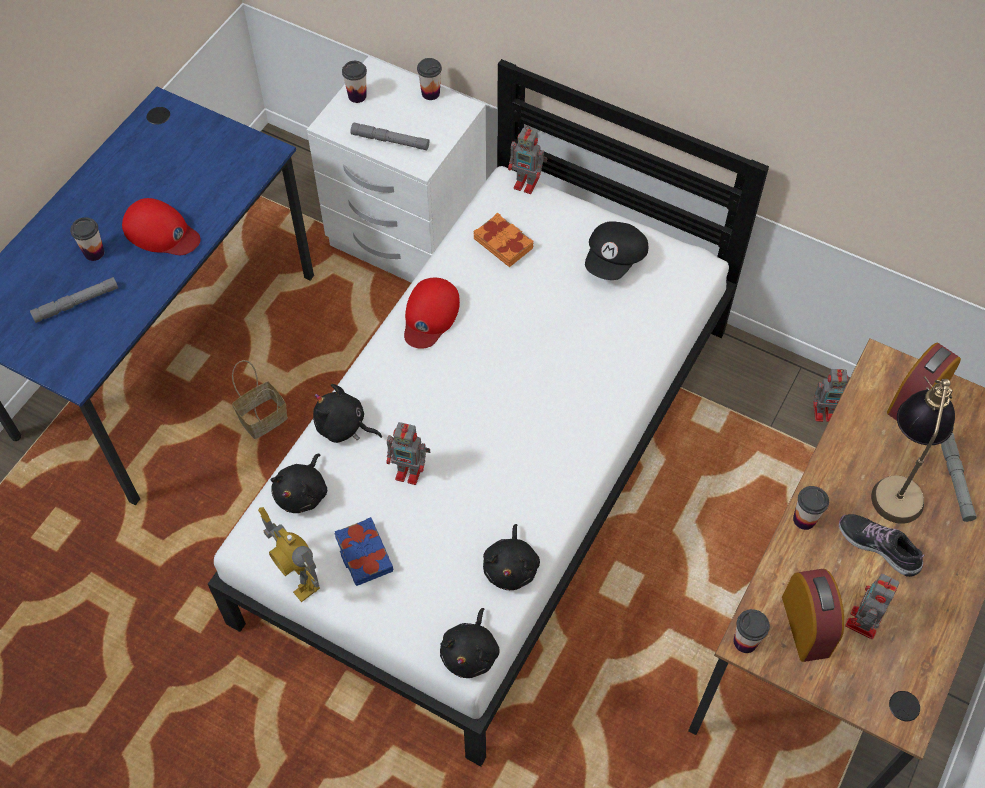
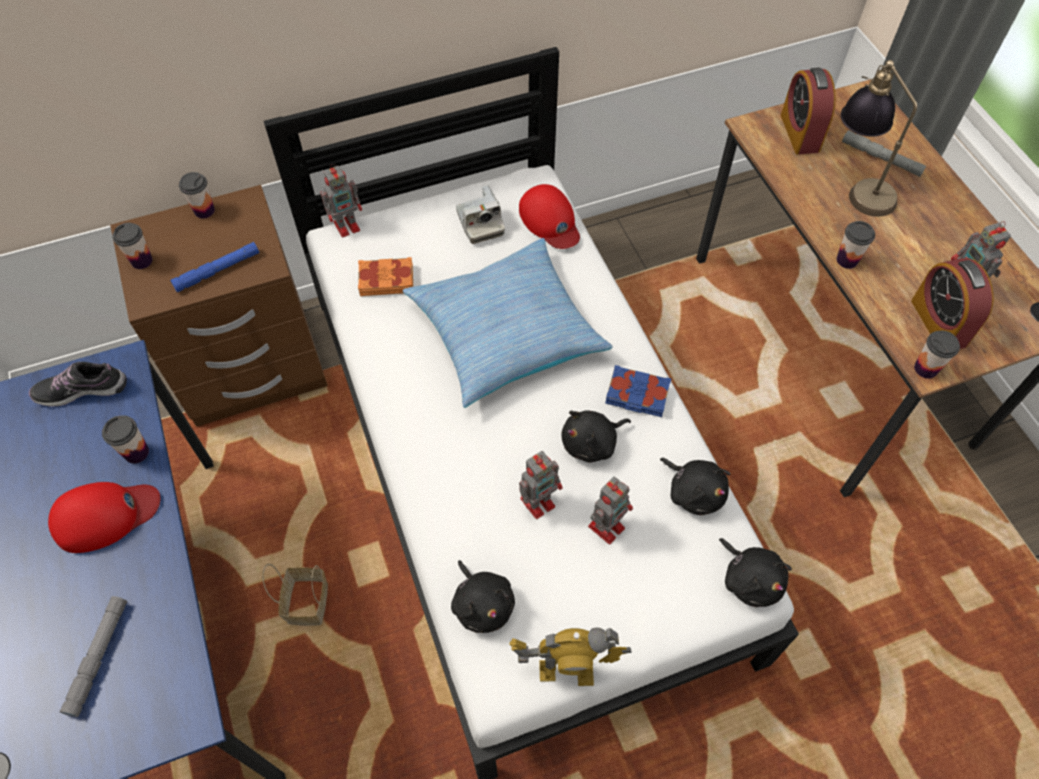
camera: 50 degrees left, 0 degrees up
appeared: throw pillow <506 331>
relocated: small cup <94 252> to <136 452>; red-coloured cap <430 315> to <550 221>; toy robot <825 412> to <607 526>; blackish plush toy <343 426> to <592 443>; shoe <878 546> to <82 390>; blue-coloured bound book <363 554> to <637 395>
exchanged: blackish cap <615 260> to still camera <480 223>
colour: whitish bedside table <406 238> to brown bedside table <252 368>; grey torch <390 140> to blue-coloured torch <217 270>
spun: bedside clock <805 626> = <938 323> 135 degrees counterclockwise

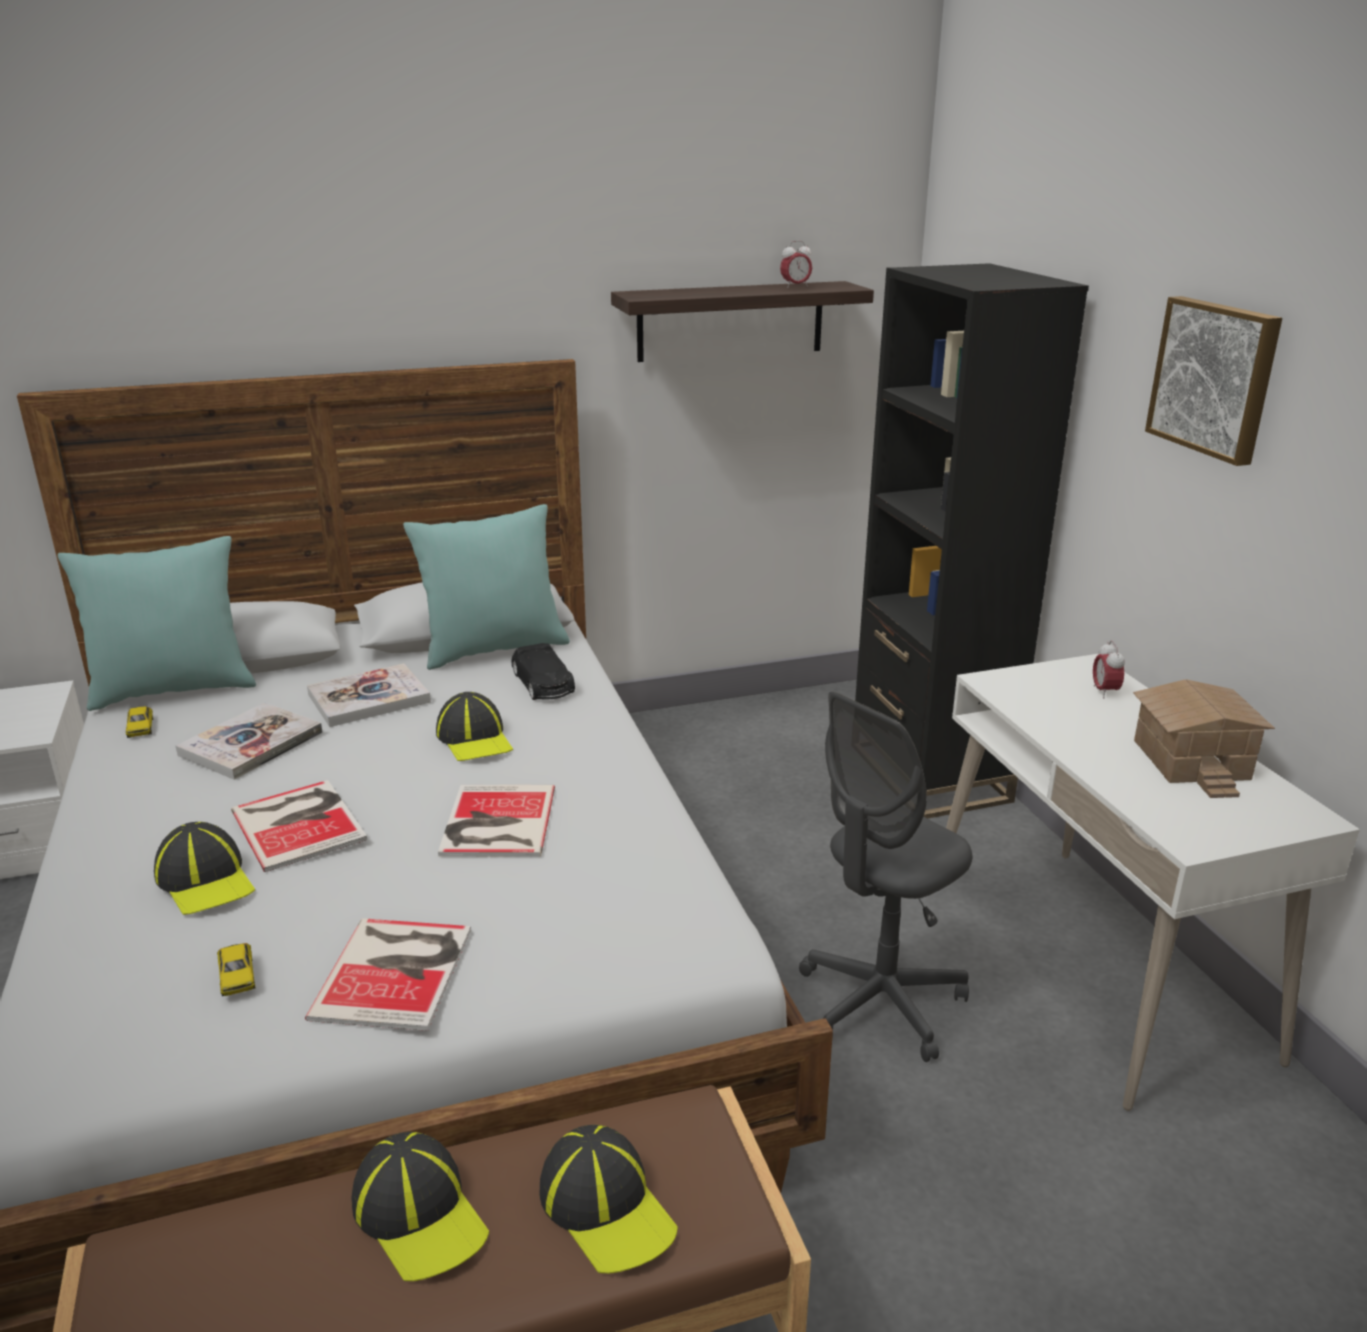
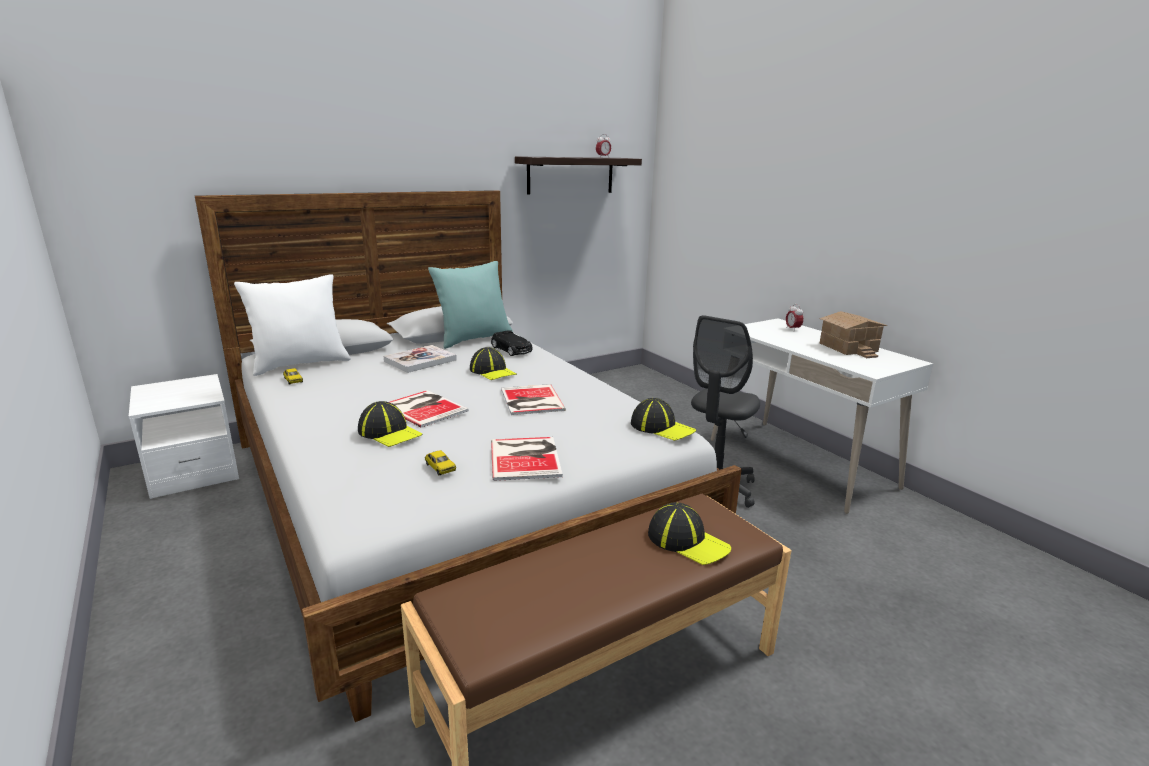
camera: 15 degrees left, 5 degrees down
missing: blackish bookcase <928 773>; wall art <1215 378>; bound book <251 744>
relocated: cap <420 1214> to <662 428>
colour: turquoise-coloured throw pillow <174 689> to whitish throw pillow <300 364>

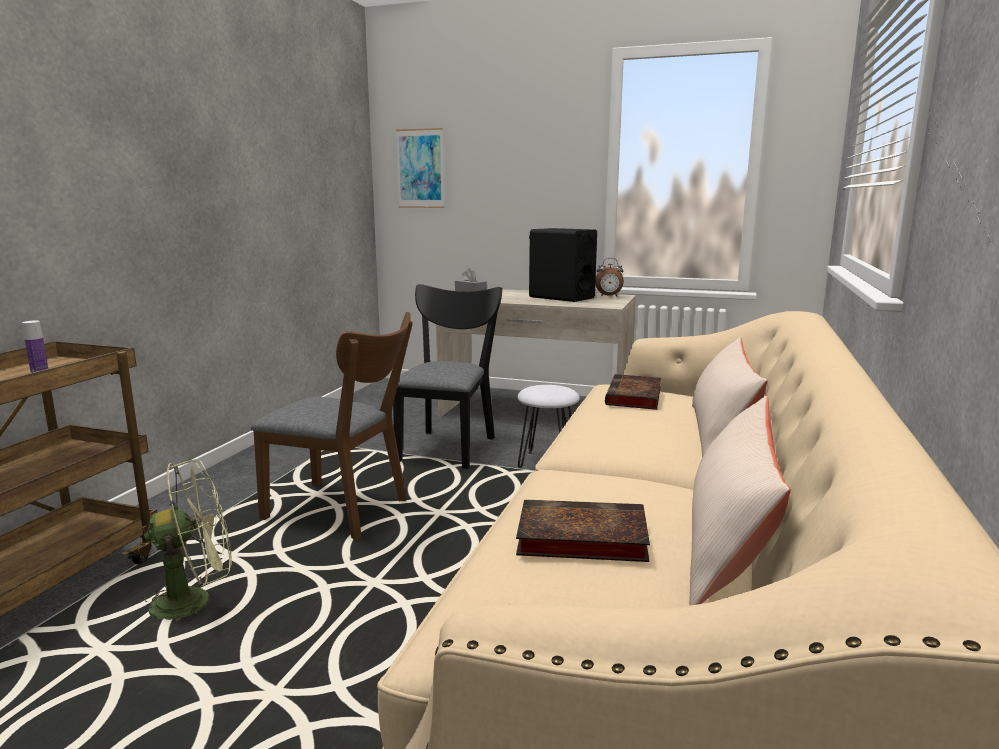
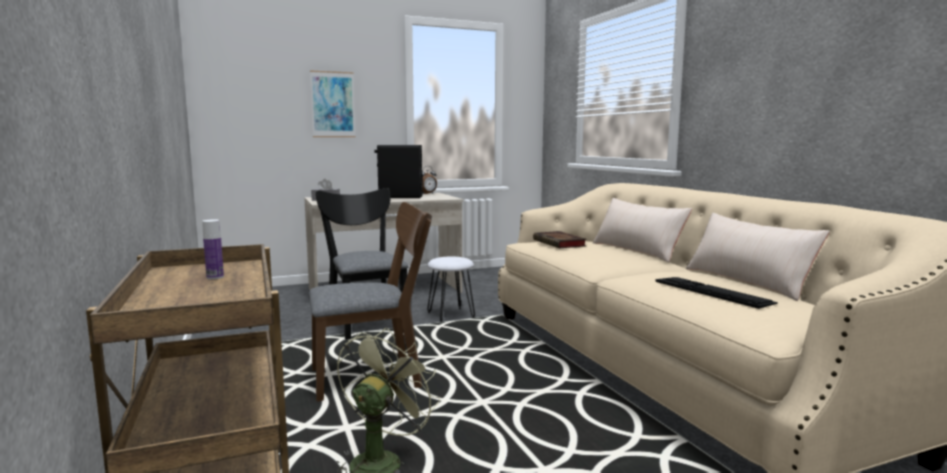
camera: 40 degrees left, 5 degrees down
relocated: wall art <420 168> to <333 104>
exchanged: bound book <578 538> to computer keyboard <712 291>

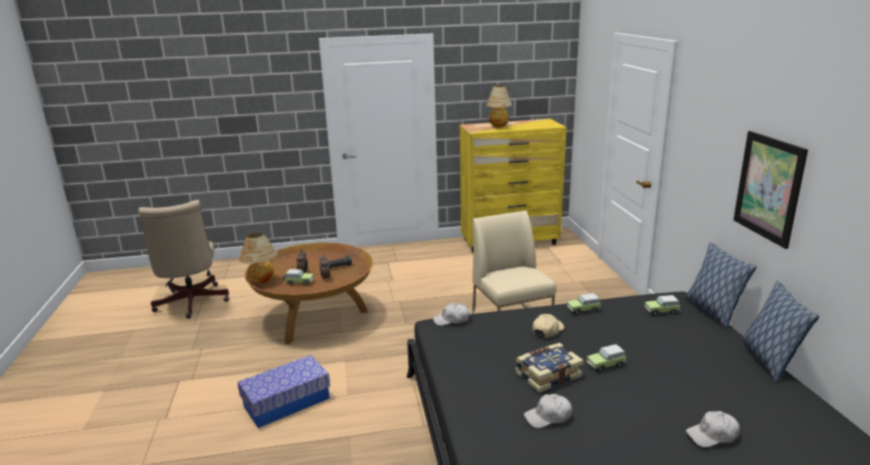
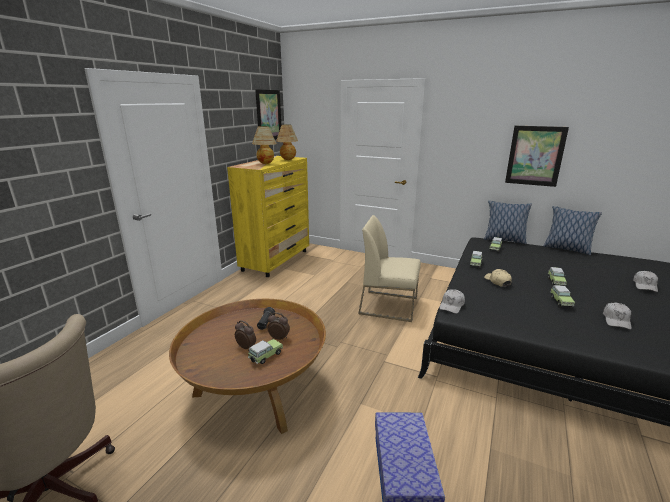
camera: 55 degrees left, 0 degrees up
appeared: wall art <268 115>
relocated: table lamp <261 282> to <288 160>
exchanged: bound book <547 374> to toy car <560 301>

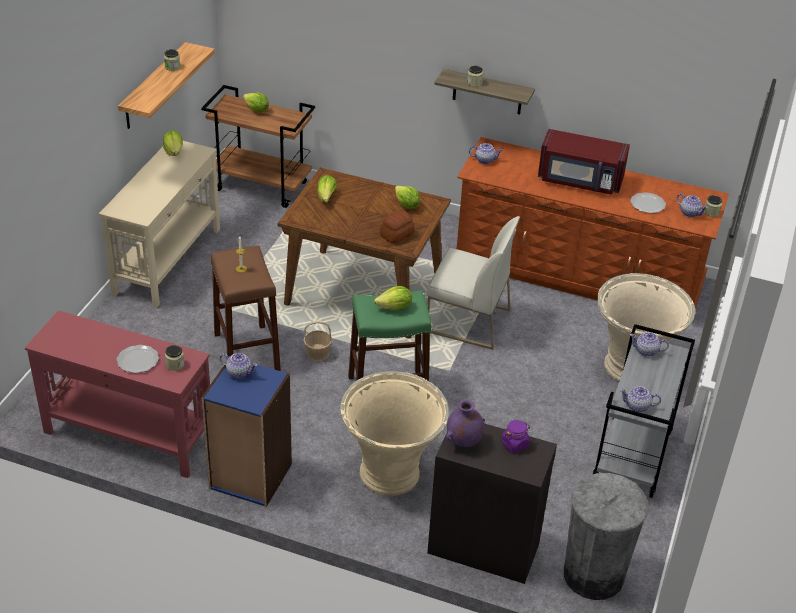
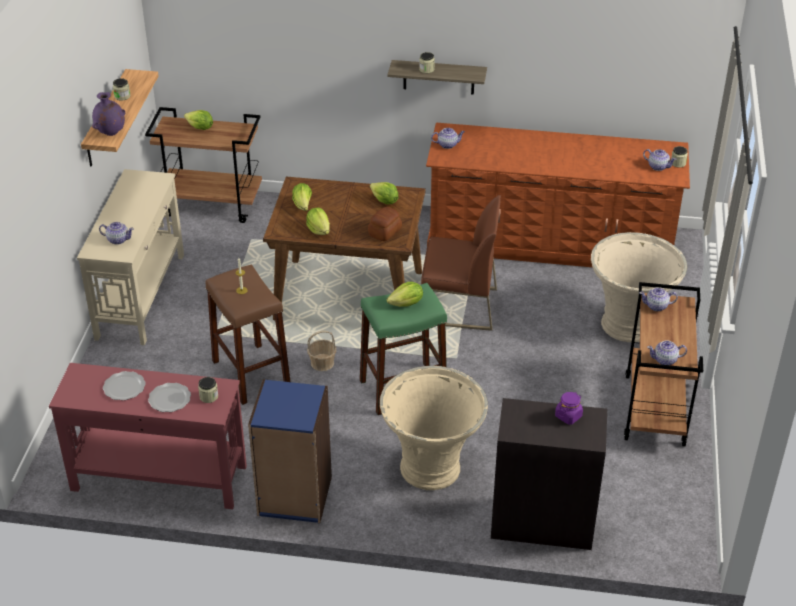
camera: 10 degrees left, 0 degrees up
missing: red-coloured microwave <580 181>; grey waste bin <593 575>
relocated: lettuce head <174 152> to <319 230>; plate <648 204> to <124 387>; tea pot <239 372> to <118 239>; purple-coloured flower vase <463 442> to <111 133>
colour: whitish chair <467 321> to brown chair <459 307>; grey trolley <633 457> to brown trolley <655 411>

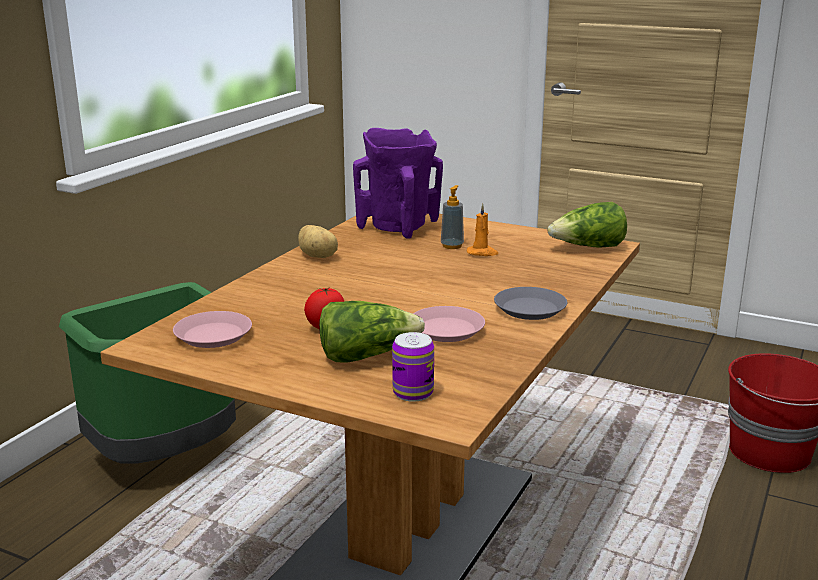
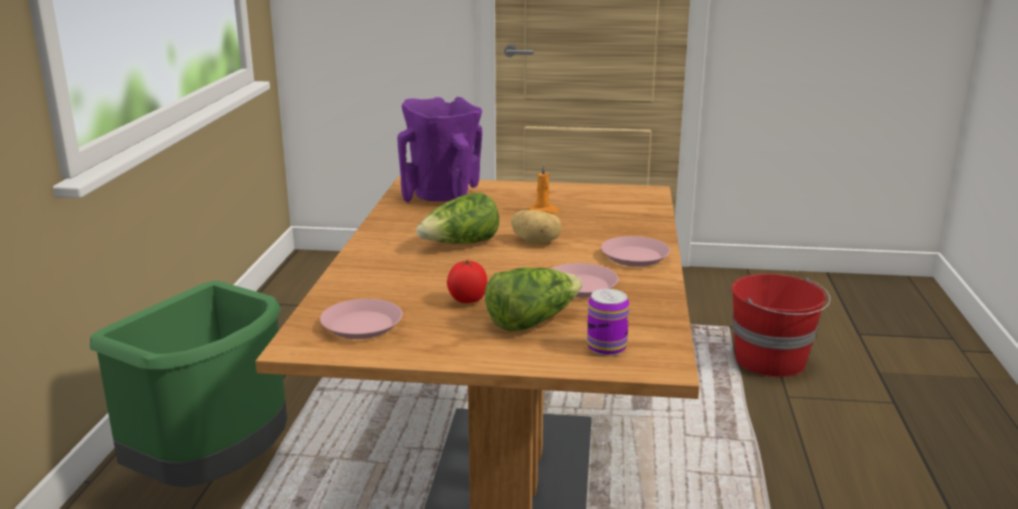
camera: 20 degrees left, 0 degrees up
missing: liquid soap bottle <452 246>
relocated: lettuce head <588 248> to <460 244>; spud <318 256> to <536 241>
colour: grey plate <529 309> to pink-coloured plate <634 257>

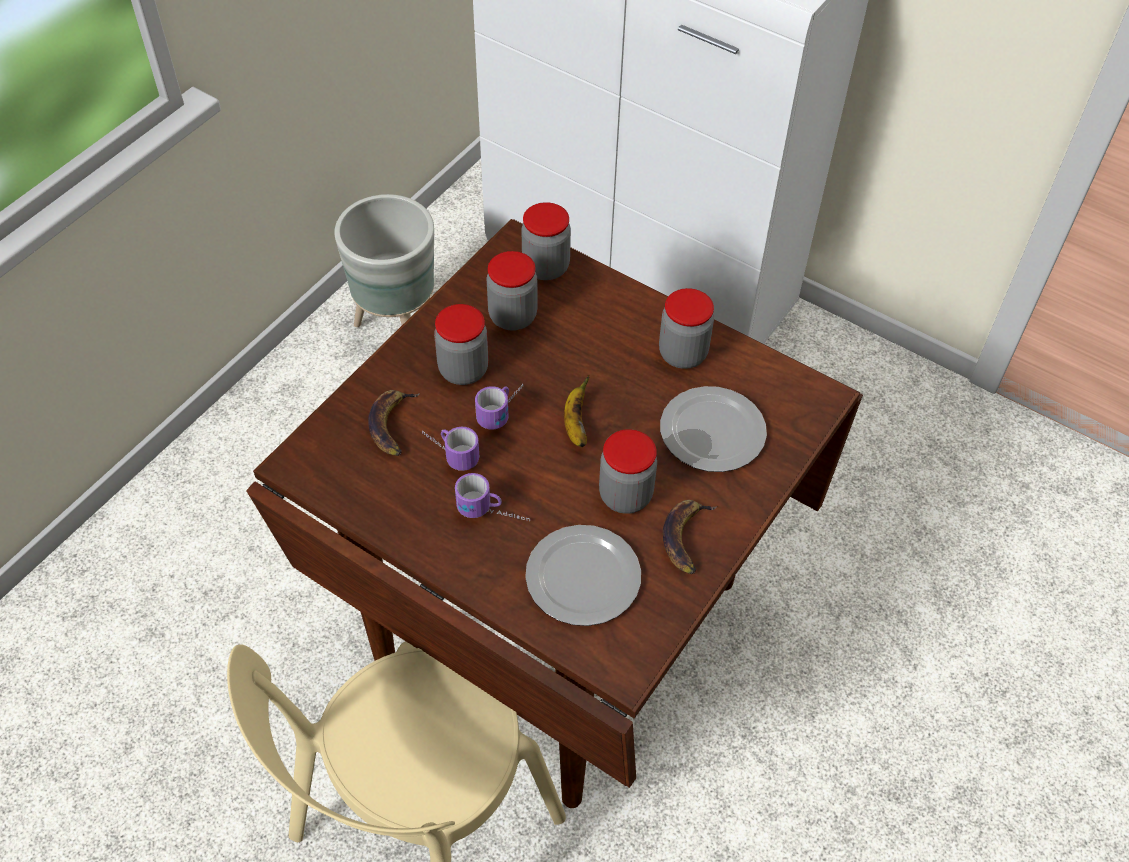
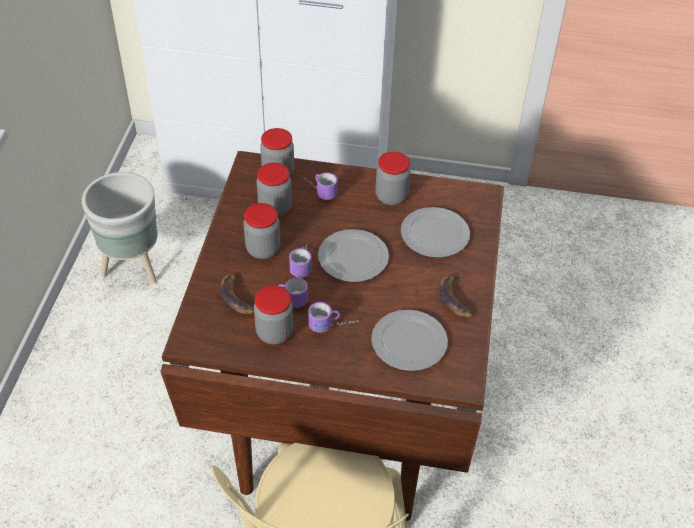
camera: 25 degrees left, 5 degrees down
appeared: tea mug <319 191>
relocated: preserve jar <625 495> to <274 333>
exchanged: whole banana <575 424> to plate <352 257>

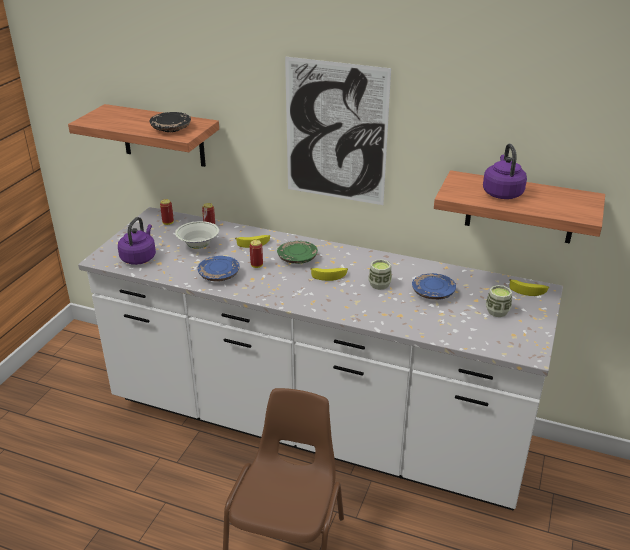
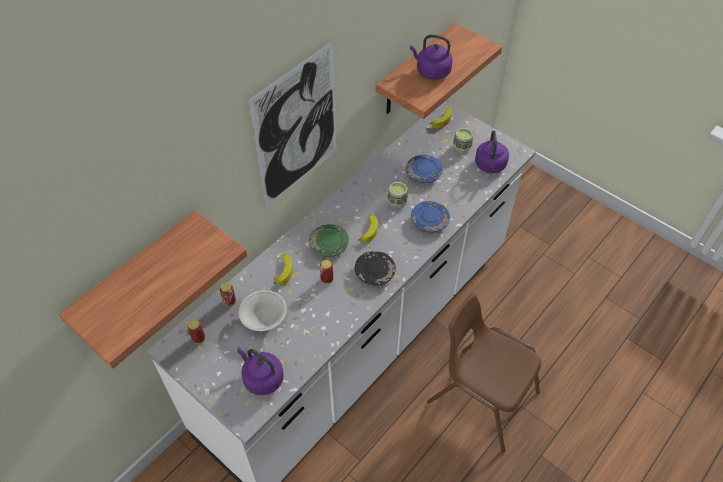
camera: 70 degrees left, 20 degrees up
appeared: purple-coloured water kettle <490 166>
relocated: blackish plate <171 128> to <375 273>; blue-coloured plate <219 275> to <429 221>

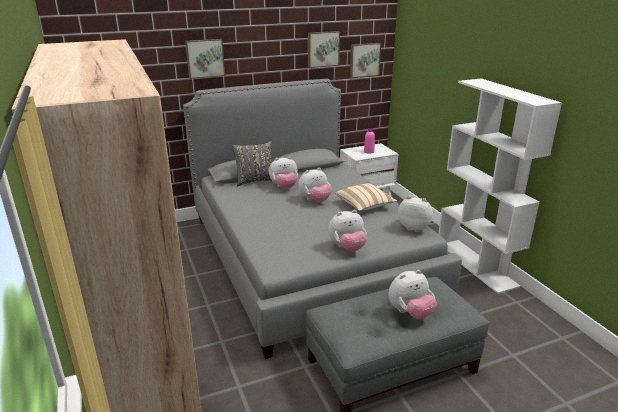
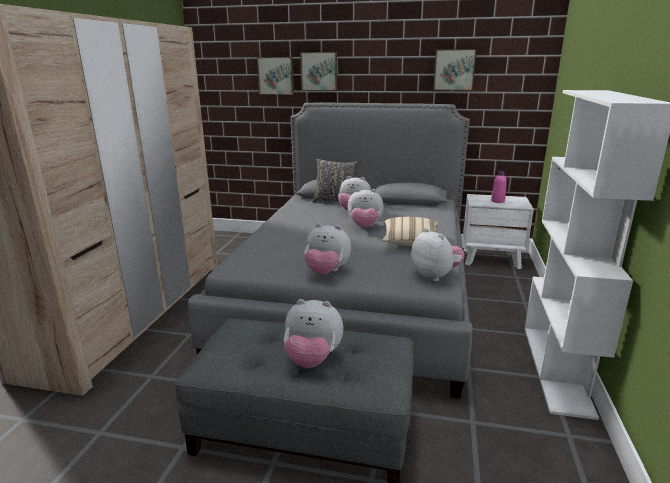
camera: 35 degrees right, 5 degrees down
relocated: wall art <364 60> to <276 76>

